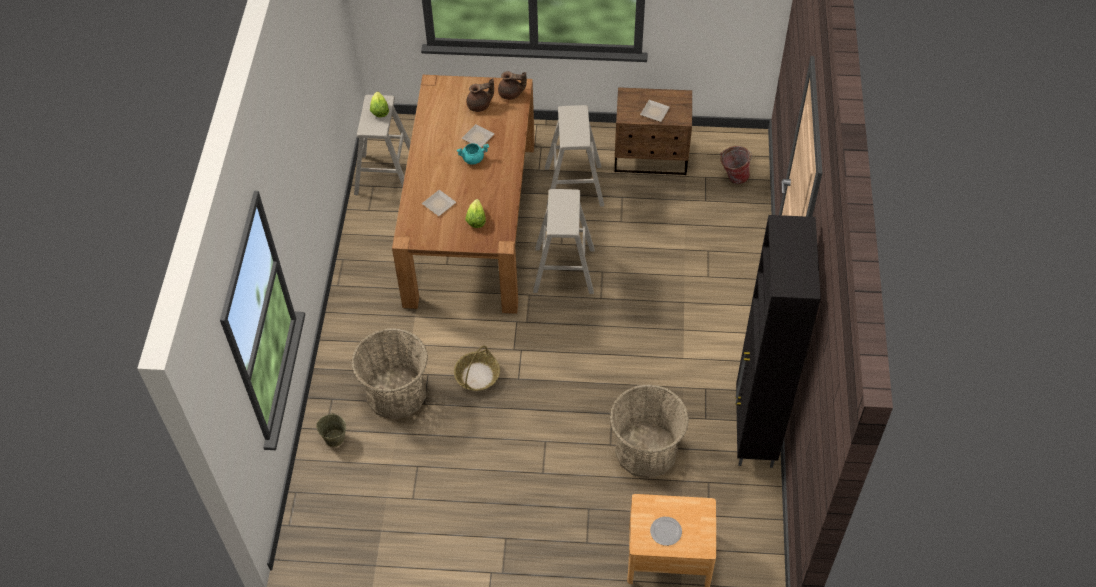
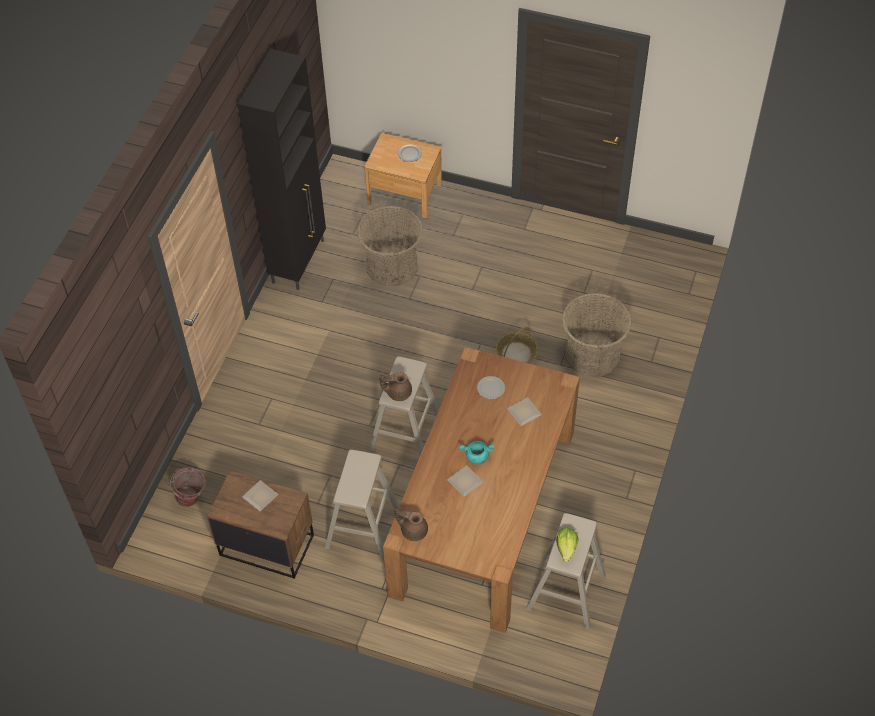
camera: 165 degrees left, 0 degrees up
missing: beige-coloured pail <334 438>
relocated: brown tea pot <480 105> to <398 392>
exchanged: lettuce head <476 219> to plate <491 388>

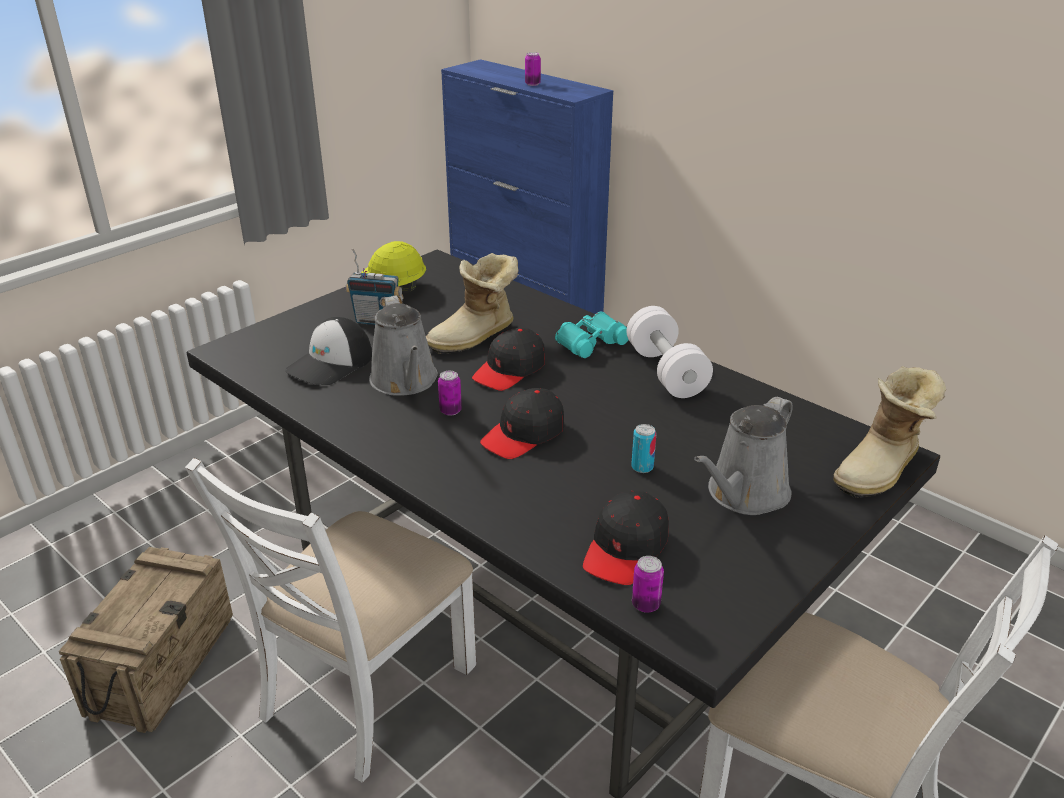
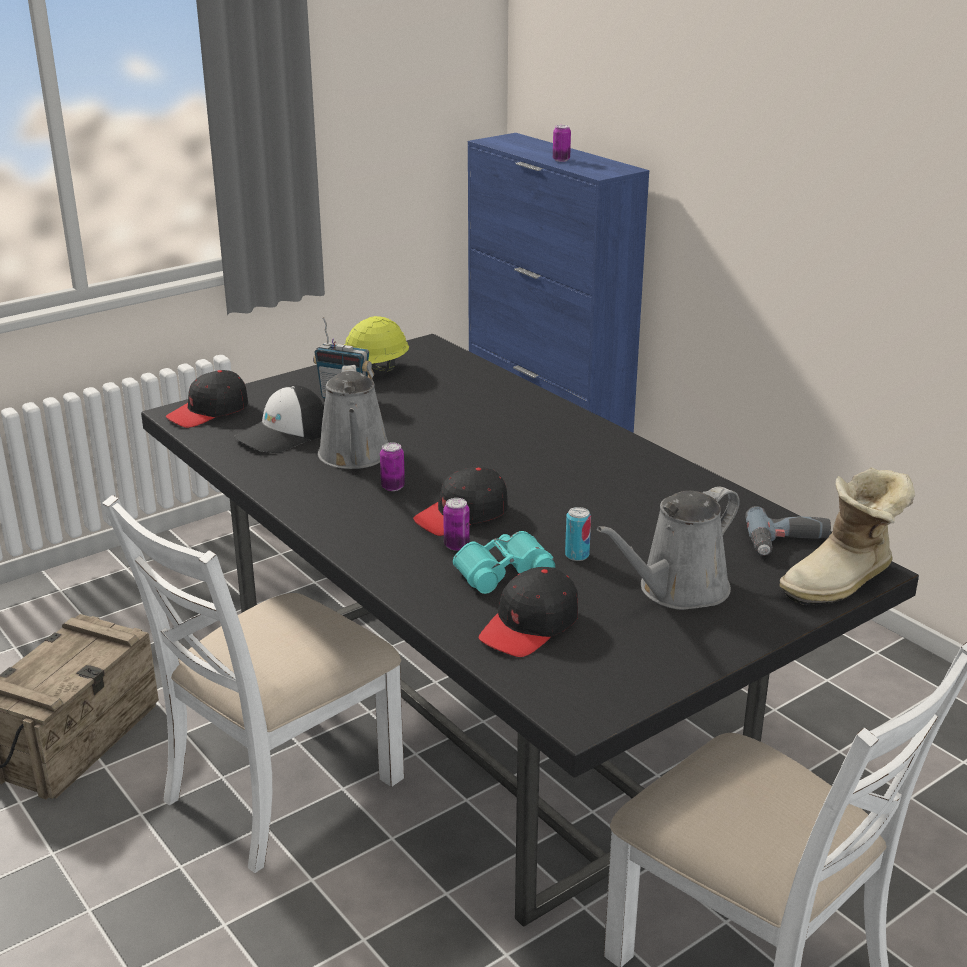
camera: 10 degrees right, 5 degrees down
missing: high-top boot <476 337>; whitish dumbbell <666 372>
appeared: drill <788 543>
relocated: turquoise-coloured pair of binoculars <590 342> to <502 571>; blackish cap <510 370> to <209 411>; metal can <646 604> to <456 545>

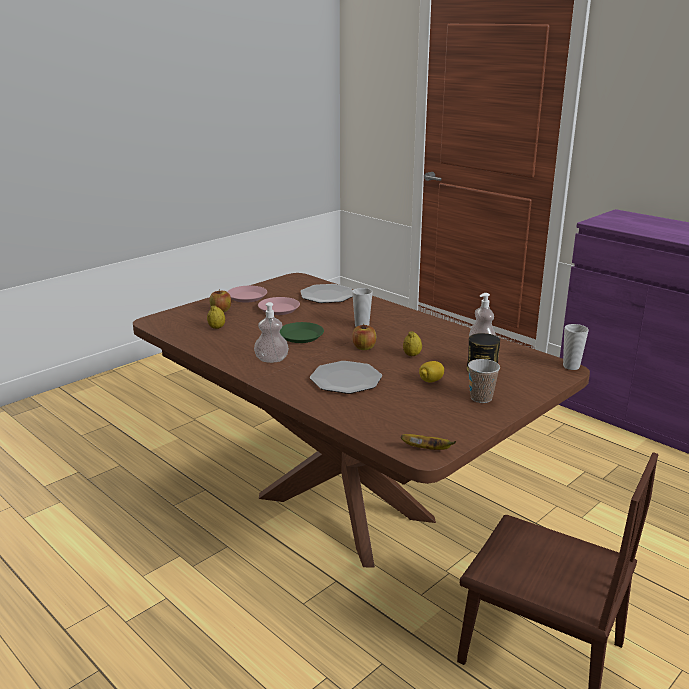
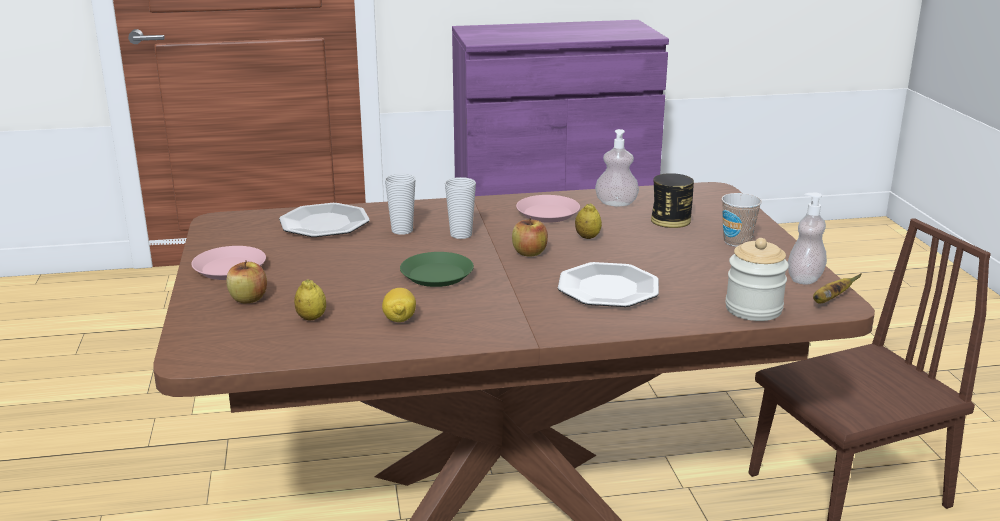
camera: 55 degrees left, 0 degrees up
appeared: preserve jar <753 309>
relocated: pink-coloured plate <279 309> to <547 213>; liquid soap bottle <271 360> to <804 279>; small cup <571 366> to <402 230>; citrus fruit <431 381> to <399 319>

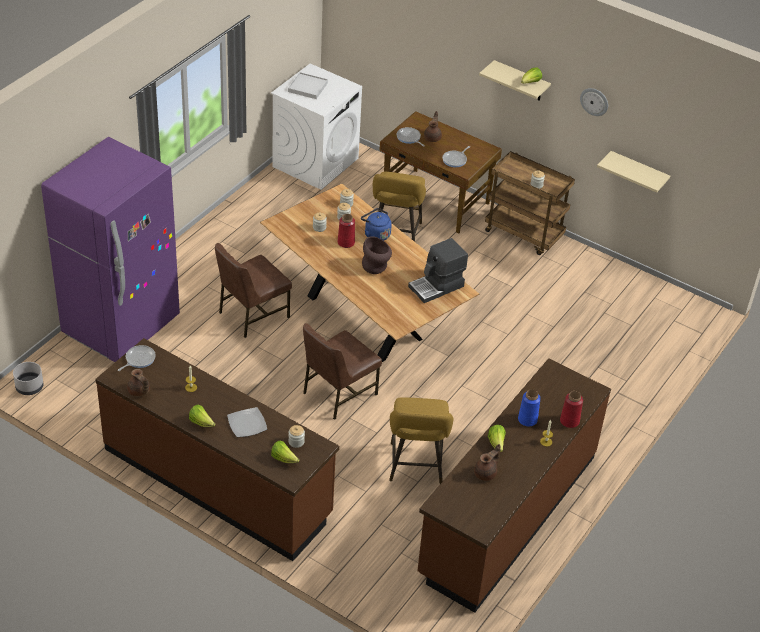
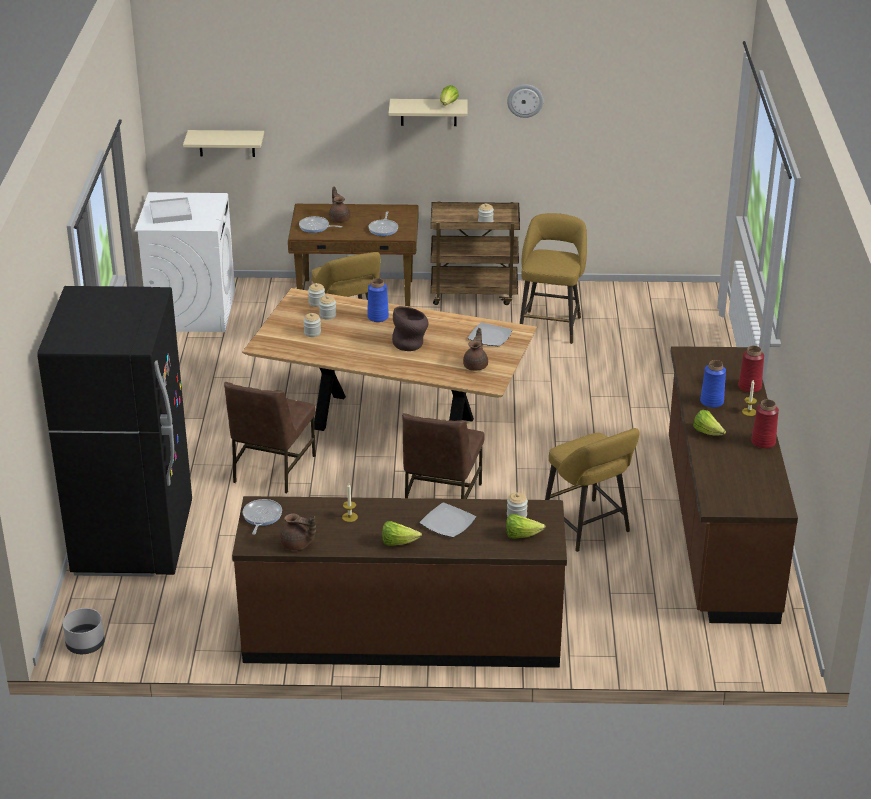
camera: 30 degrees left, 10 degrees down
appeared: yellow-coloured sitting stool <550 325>
relocated: beige-coloured bracket shelf <638 172> to <226 143>; red-coloured flower vase <346 242> to <763 442>; brown tea pot <486 473> to <476 365>
exchanged: blue-coloured water kettle <376 234> to blue-coloured flower vase <378 317>; coffee machine <437 287> to plate <490 336>
colour: purple-coloured refrigerator <121 326> to blackish refrigerator <133 540>

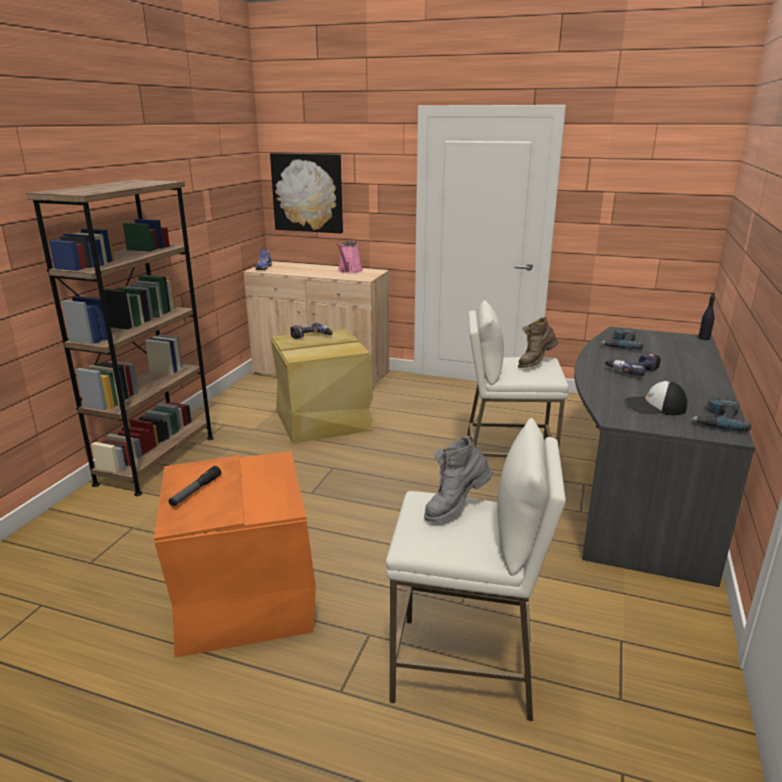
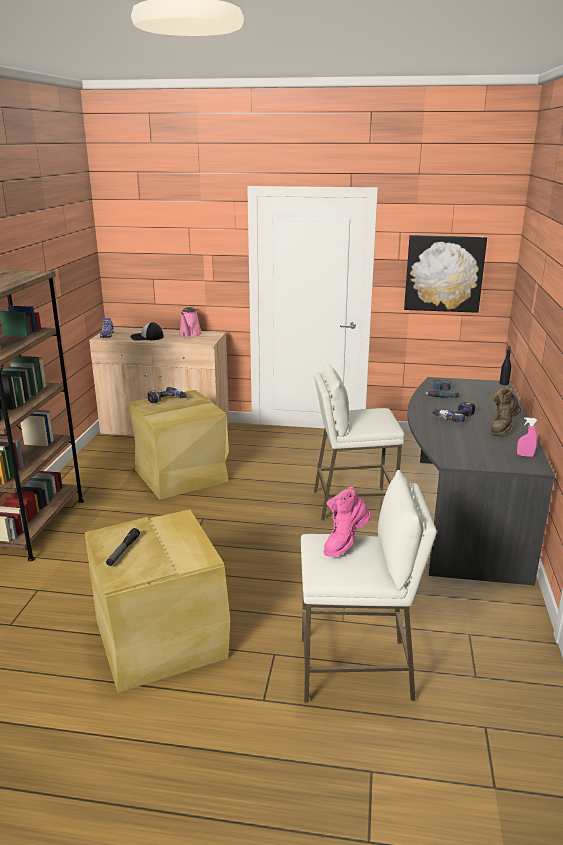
camera: 10 degrees left, 0 degrees up
relocated: wall art <308 193> to <444 273>; brown high-top boot <535 363> to <502 429>; cap <655 406> to <147 337>
exchanged: drill <717 420> to pink-coloured sprayer <525 455>
colour: grey high-top boot <455 507> to pink-coloured high-top boot <345 544>; orangey storage container <245 597> to beige-coloured storage container <161 637>

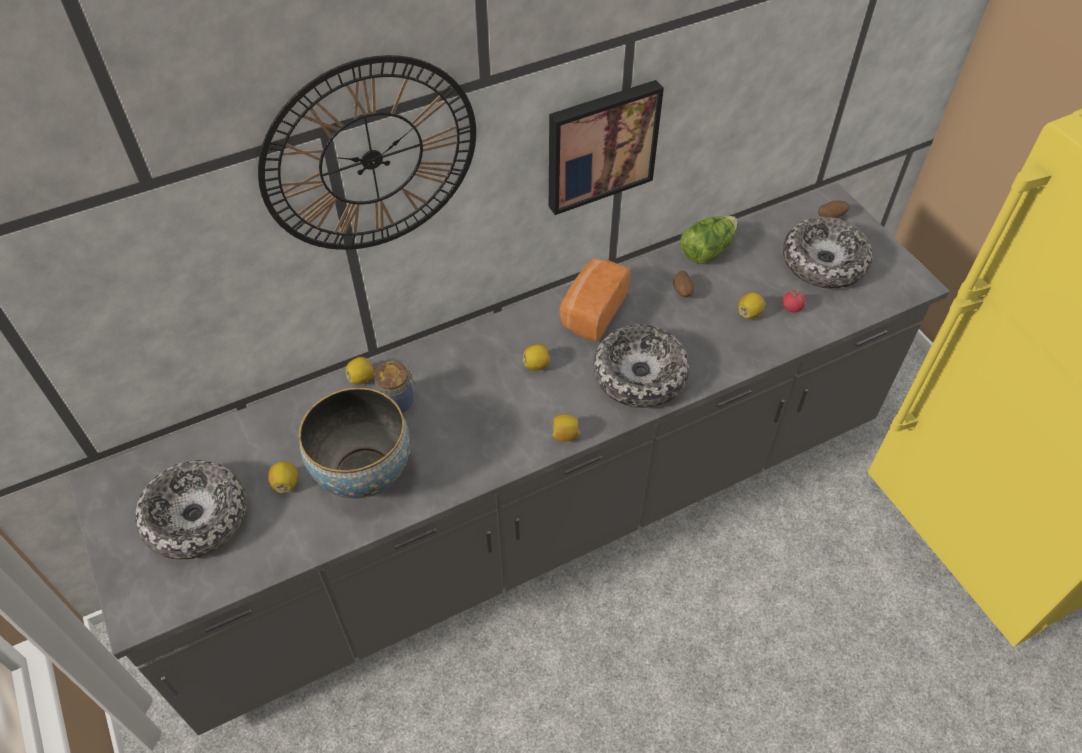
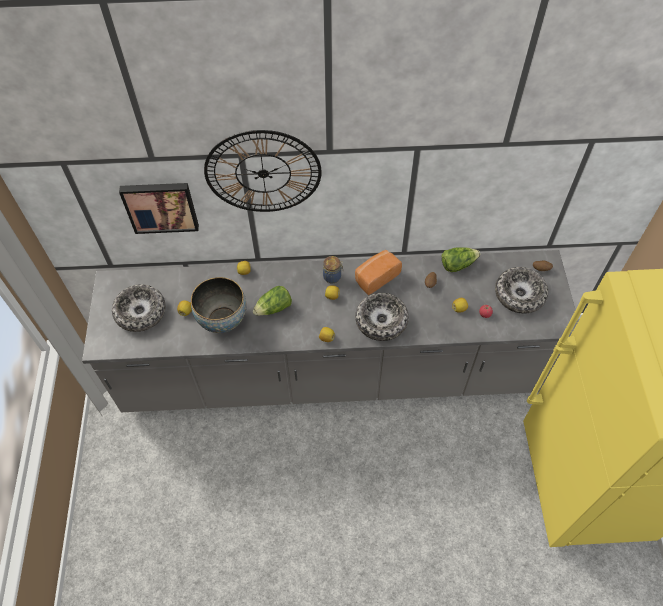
camera: 25 degrees right, 5 degrees up
appeared: lettuce head <274 308>
relocated: wall art <600 145> to <160 206>; preserve jar <398 401> to <333 276>

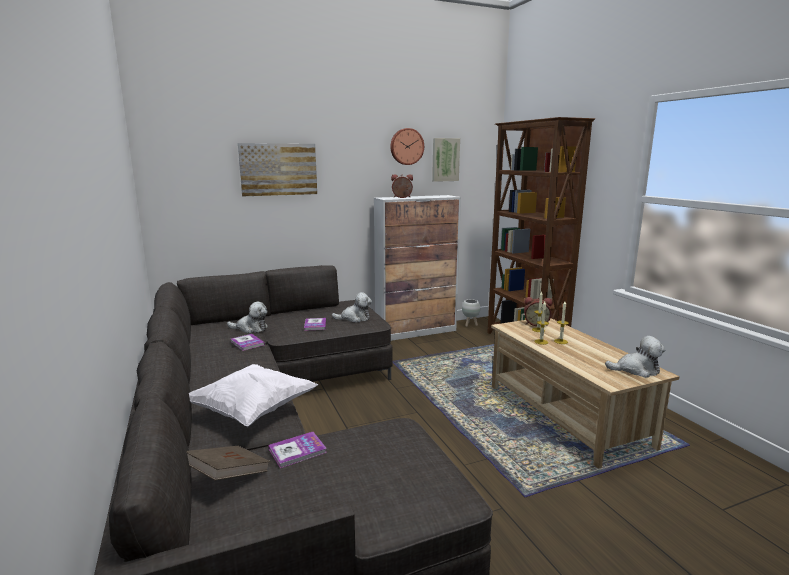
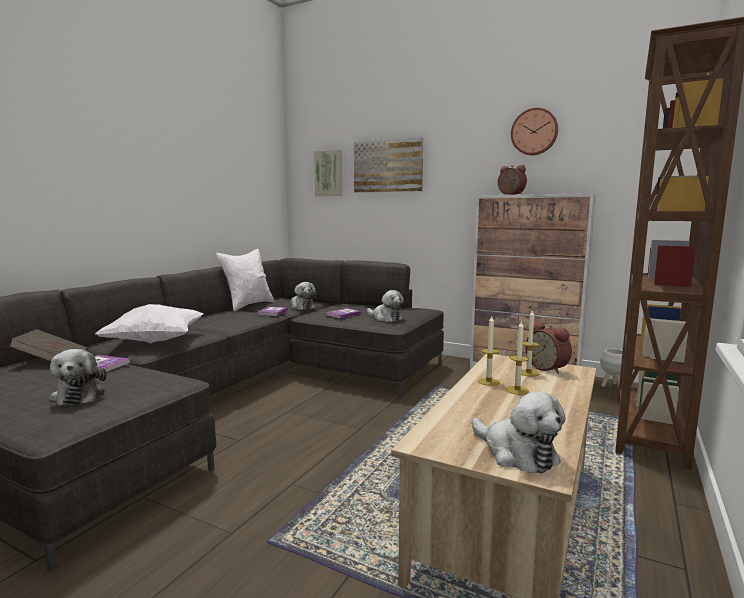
camera: 50 degrees right, 5 degrees down
appeared: whitish throw pillow <248 305>; plush toy <79 395>
relocated: wall art <445 159> to <329 173>

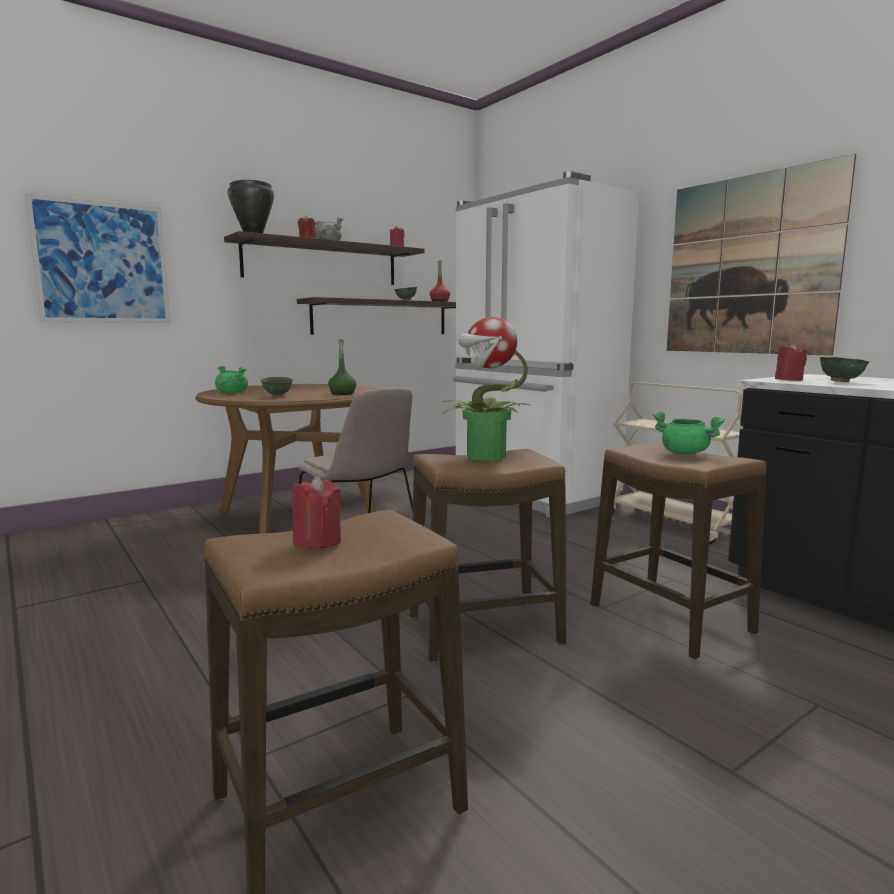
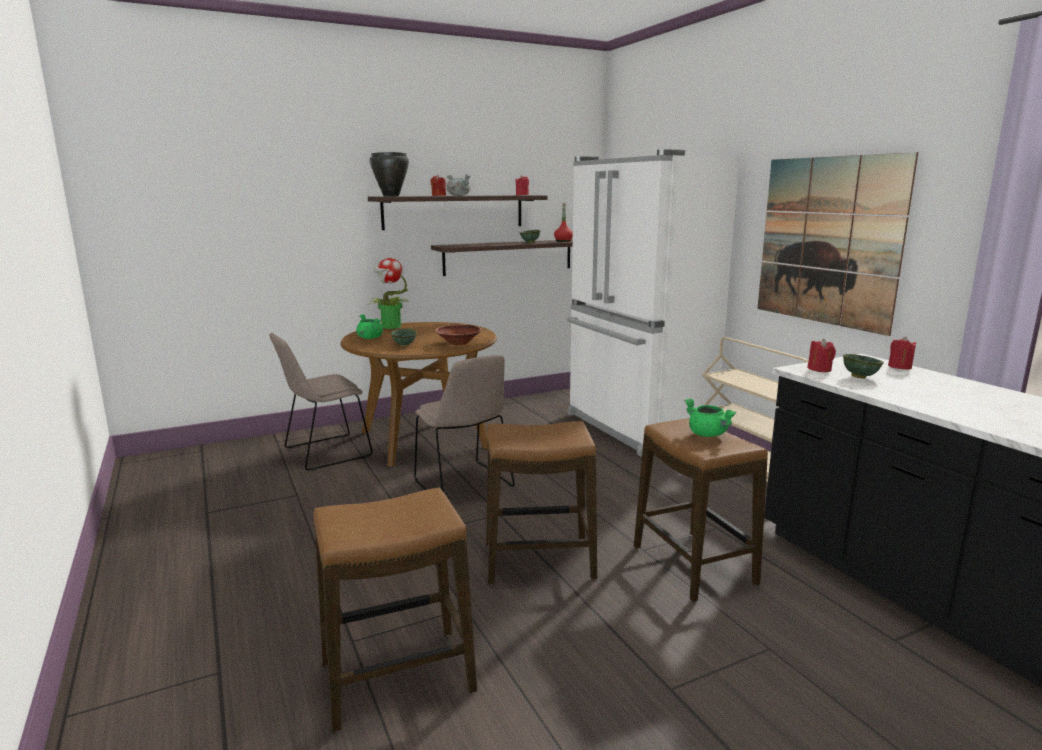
camera: 10 degrees right, 5 degrees up
missing: wall art <102 262>
appeared: beige-coloured chair <324 453>
relocated: plant in a pot <484 456> to <390 326>; red-coloured wax light <318 541> to <899 367>
exchanged: greenish beverage bottle <342 393> to brown deep dish <458 343>

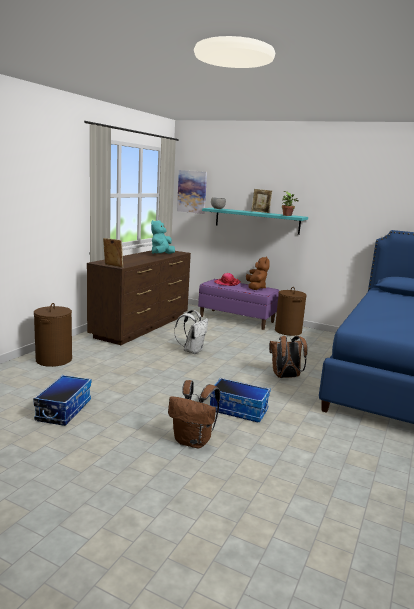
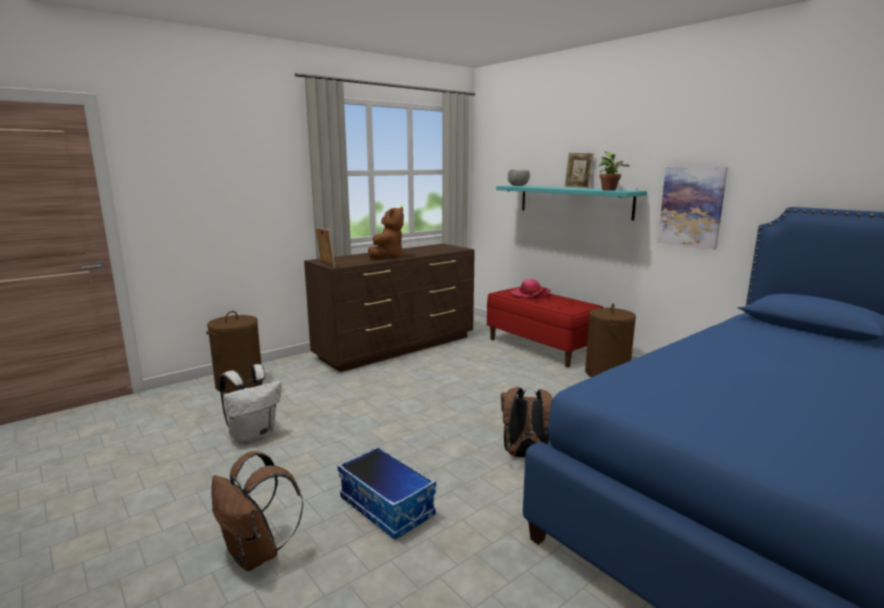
camera: 25 degrees right, 0 degrees up
missing: turquoise-coloured plush toy <161 255>; storage container <63 410>
relocated: wall art <192 192> to <691 207>; brown plush toy <256 288> to <387 257>; whitish rucksack <192 351> to <253 435>
colour: purple-coloured long seat <237 319> to red-coloured long seat <541 347>

